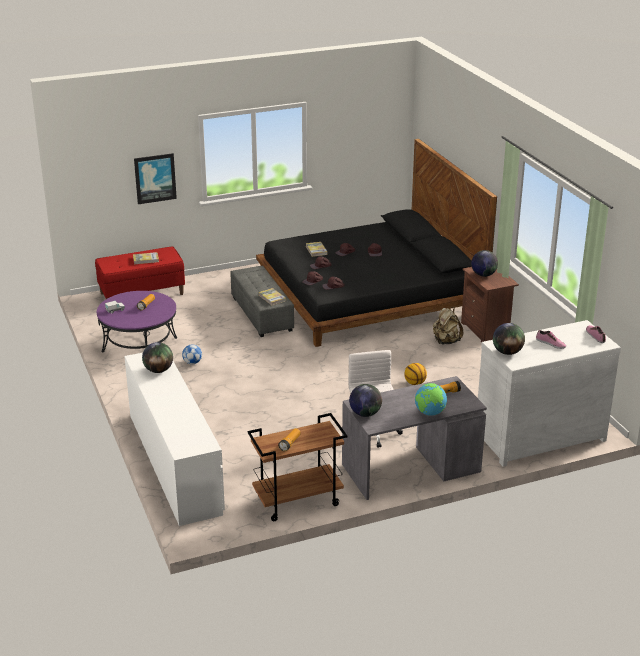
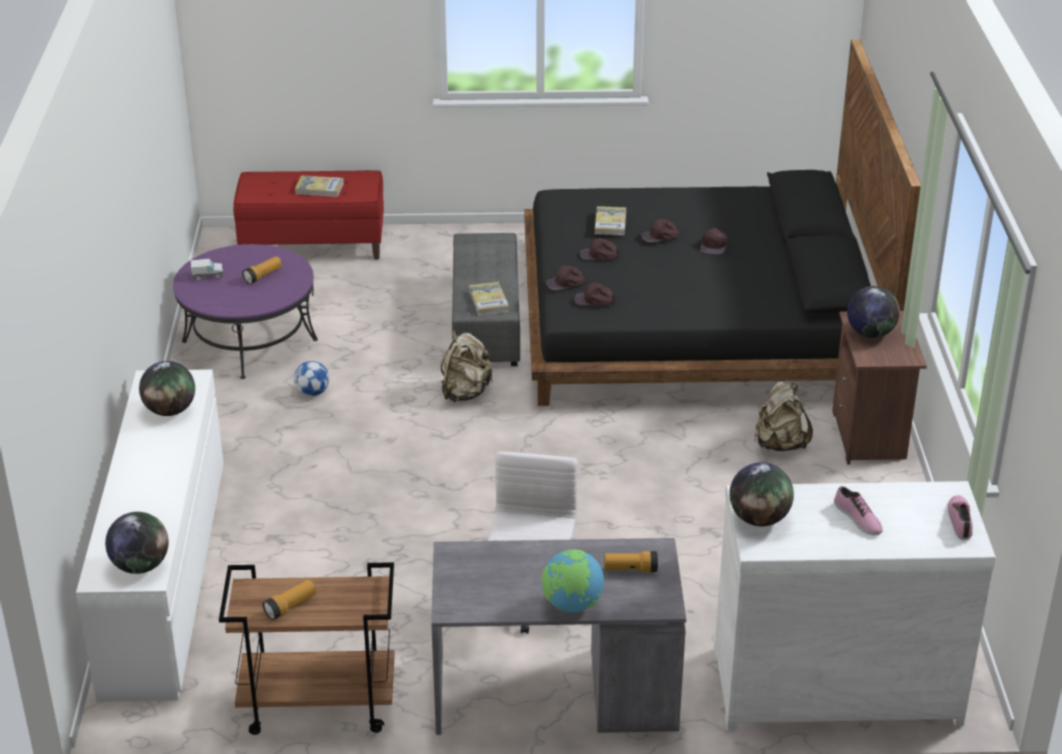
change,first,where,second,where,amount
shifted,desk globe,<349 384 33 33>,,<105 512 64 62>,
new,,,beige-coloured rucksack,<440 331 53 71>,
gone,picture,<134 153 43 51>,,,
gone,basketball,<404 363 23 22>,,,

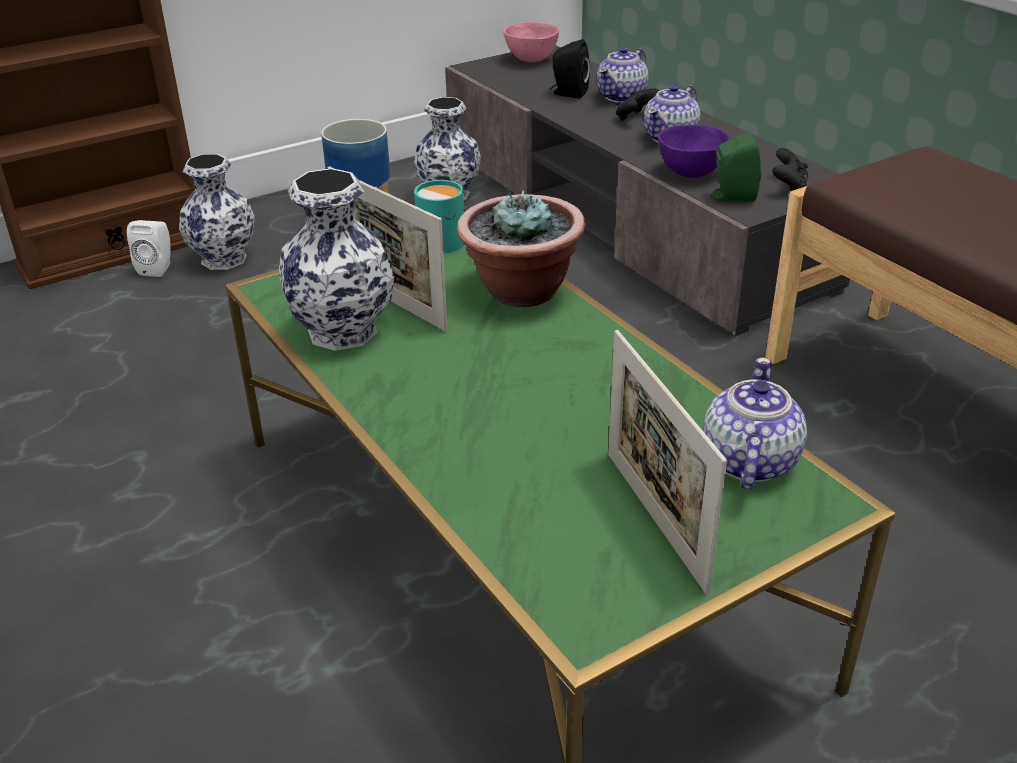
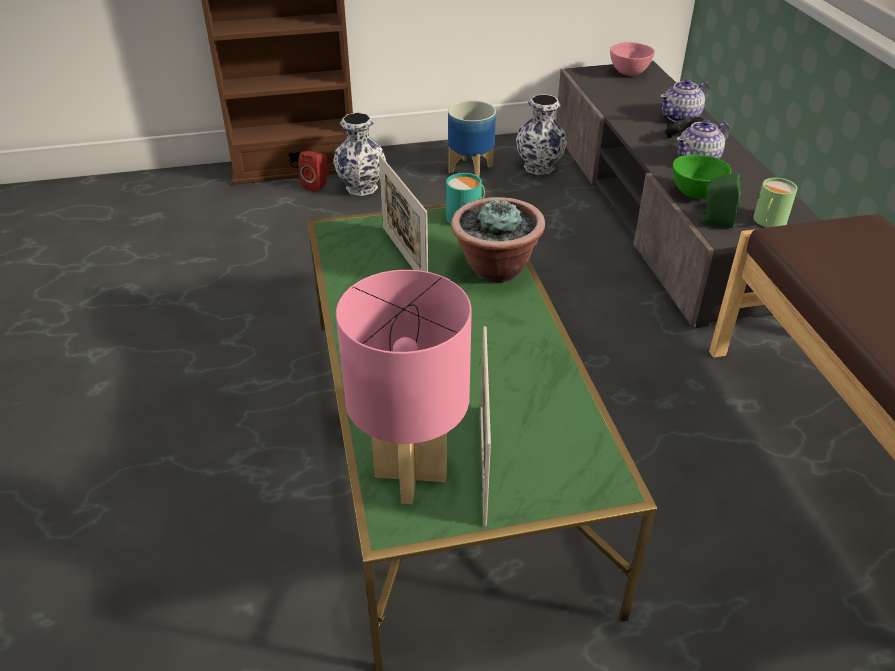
change,first,where,second,where,amount
repainted,white-coloured audio speaker,<127 220 44 57>,red audio speaker,<298 151 30 41>,
new,,,pink tabletop lamp,<336 270 136 234>,
repainted,purple-coloured bowl,<658 125 73 53>,green bowl,<673 154 58 45>,
swapped,black game controller,<772 148 36 43>,green tea mug,<753 178 44 50>,
gone,decorative vase,<278 168 116 183>,,,
gone,black audio speaker,<550 39 40 60>,,,
gone,tea pot,<703 357 104 132>,,,

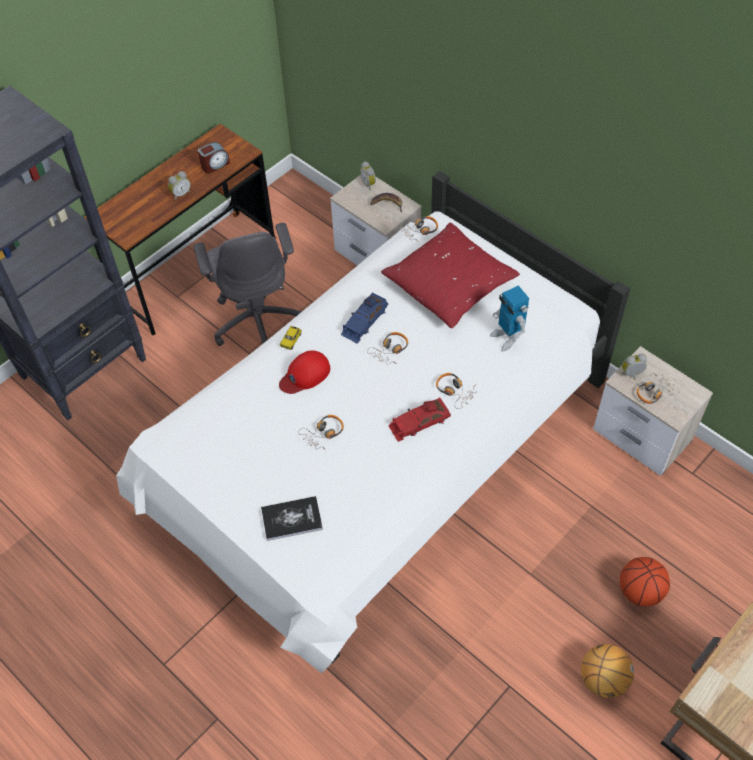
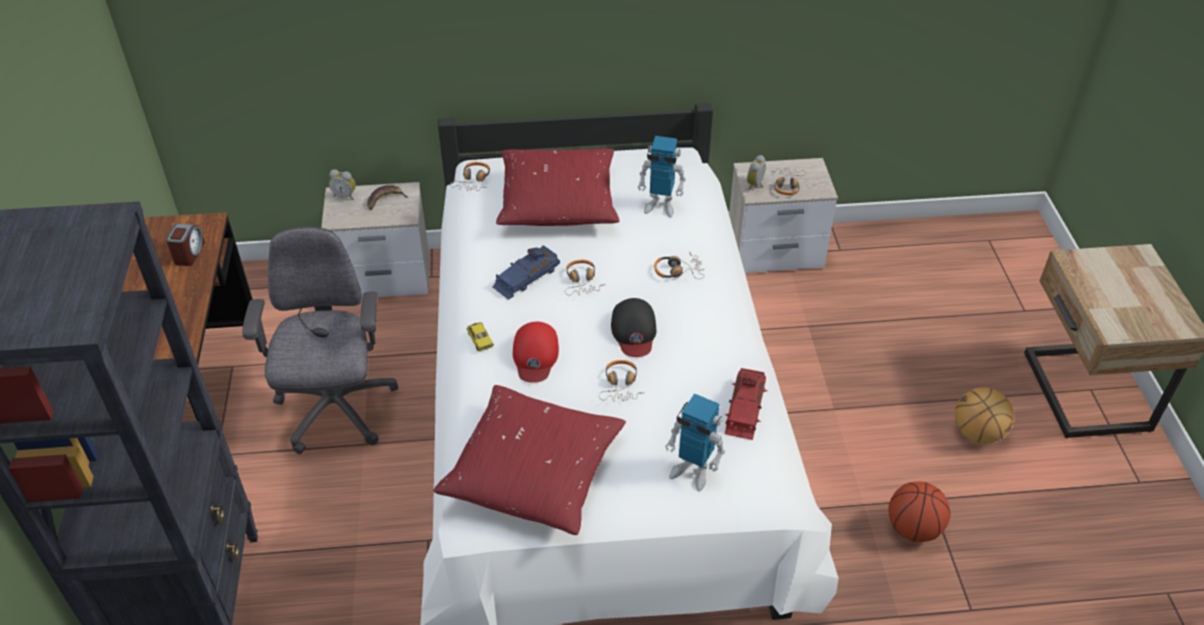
change,first,where,second,where,amount
rotated,grey office chair,<193 223 109 123>,,<242 227 156 227>,120 degrees counterclockwise
new,,,red cushion,<433 385 193 150>,
rotated,bluish miniature car,<341 293 47 50>,,<493 245 67 55>,60 degrees clockwise
new,,,black baseball cap,<611 298 45 59>,
swapped,volume,<261 496 62 45>,model robot,<665 393 60 99>,
shifted,red miniature car,<388 397 63 45>,,<725 368 42 72>,
shifted,basketball,<620 557 50 50>,,<888 482 63 60>,
gone,alarm clock,<168 171 22 29>,,,

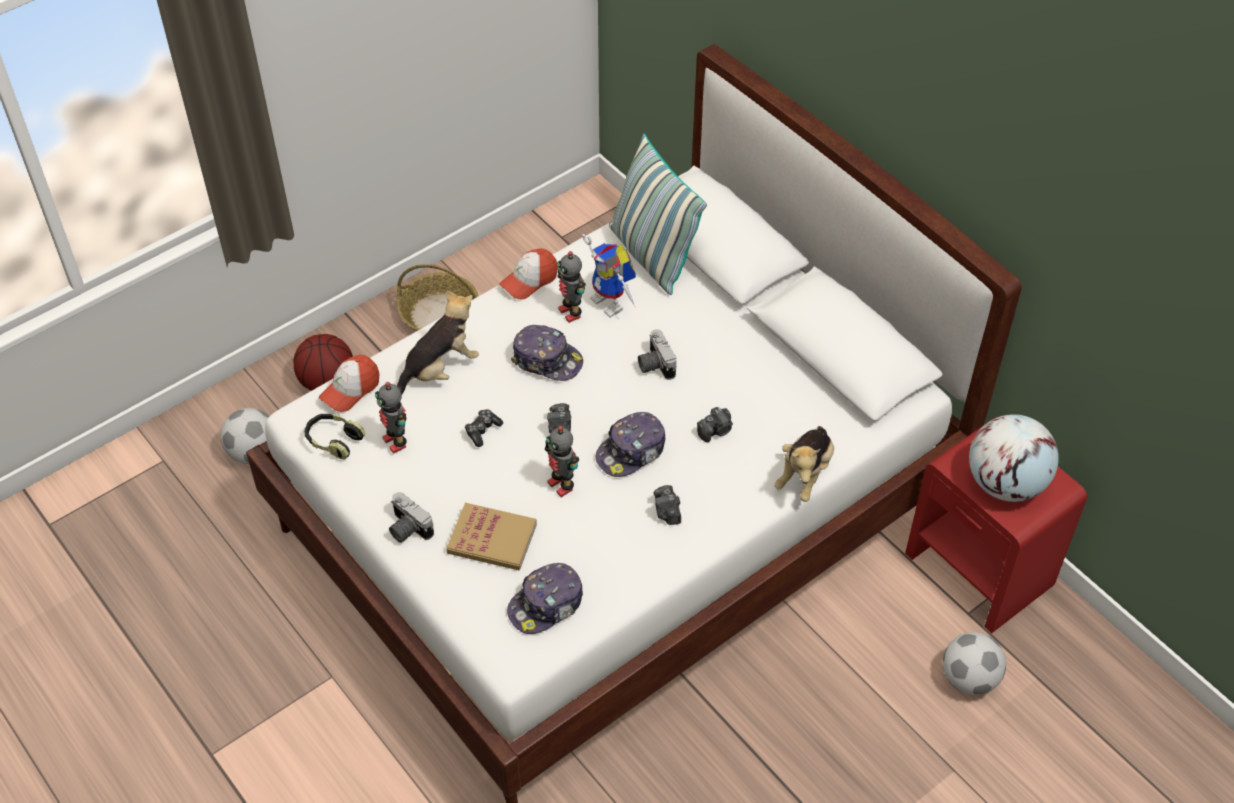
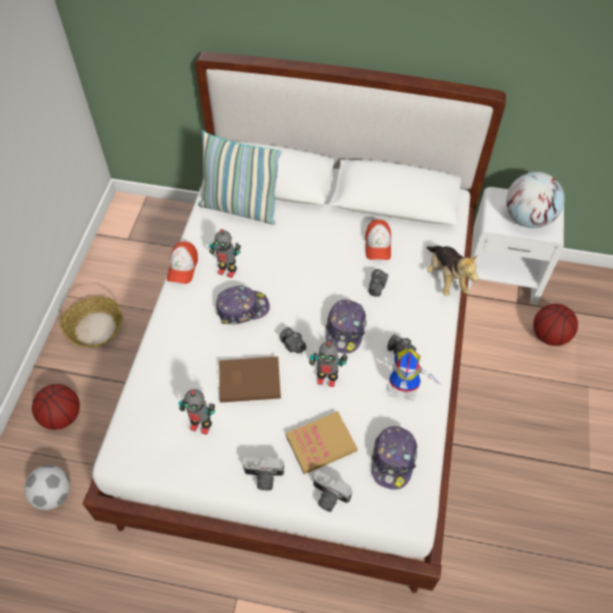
change,first,where,second,where,amount
swapped,game controller,<465 409 38 38>,brownish volume,<219 356 62 47>,
shifted,still camera,<638 329 39 51>,,<311 470 41 42>,
shifted,baseball cap,<319 355 60 57>,,<365 220 26 40>,
shifted,model robot,<582 234 54 83>,,<376 347 67 54>,
repainted,red nightstand,<905 417 182 216>,white-coloured nightstand,<468 187 96 118>,
swapped,football ball,<943 632 63 63>,basketball,<533 304 45 42>,
gone,headset,<304 414 62 46>,,,
gone,soft toy,<397 290 82 104>,,,

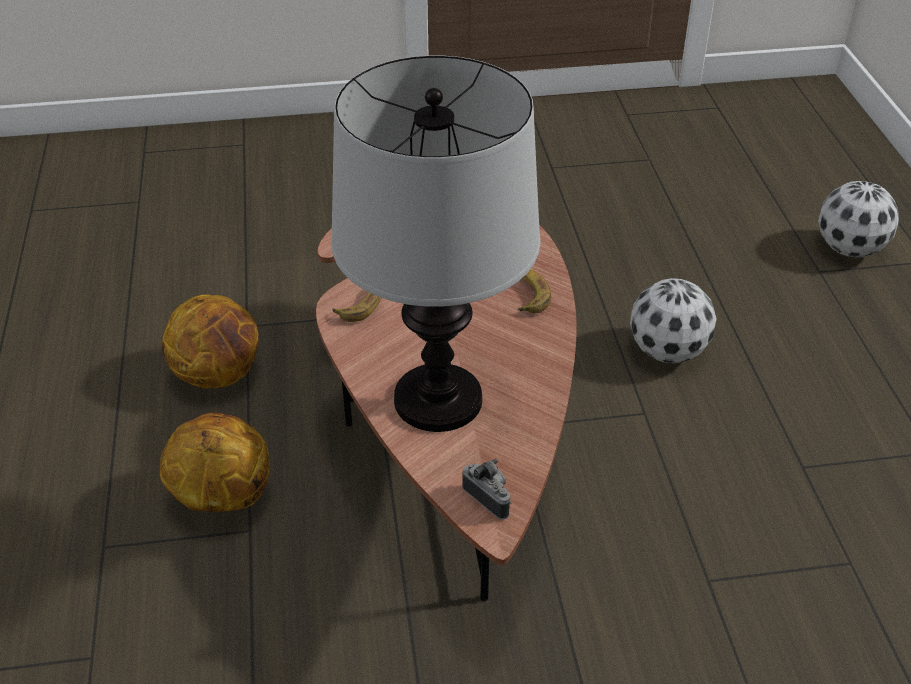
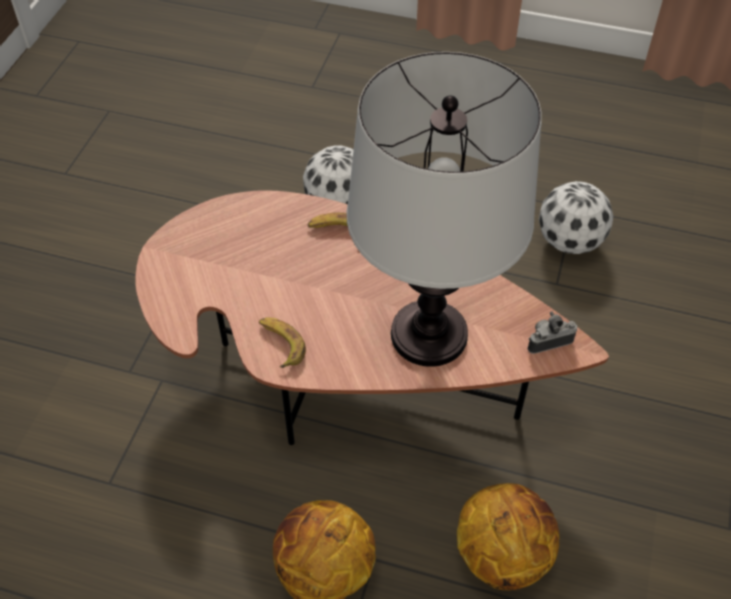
change,first,where,second,where,amount
shifted,basketball,<162 294 97 95>,,<457 483 103 107>,
shifted,football ball,<818 181 81 77>,,<539 181 75 73>,

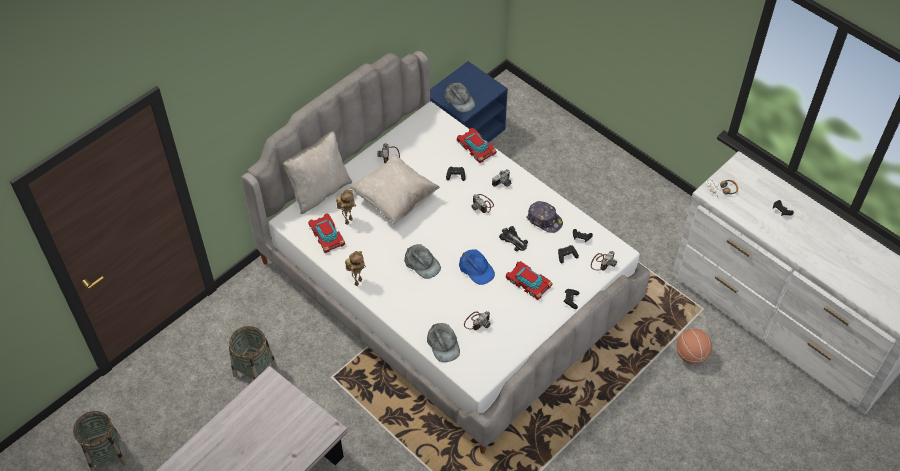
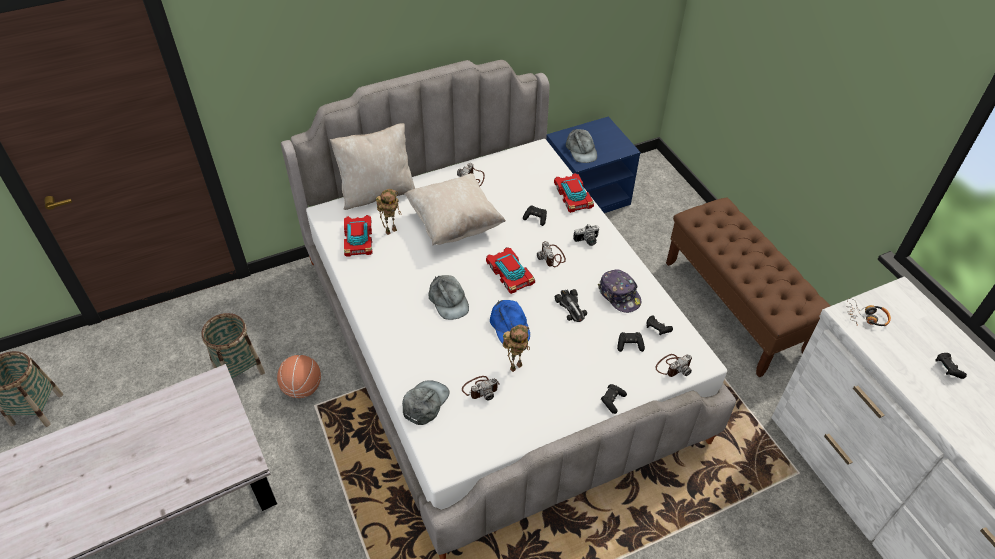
change,first,where,second,where,amount
shifted,basketball,<676 329 36 35>,,<277 355 44 43>,
rotated,grey baseball cap,<427 323 33 39>,,<402 380 48 45>,150 degrees counterclockwise
shifted,miniature car,<506 261 47 39>,,<486 247 49 47>,
shifted,model robot,<345 251 21 35>,,<503 324 27 48>,
new,,,brownish bench,<666 197 164 180>,

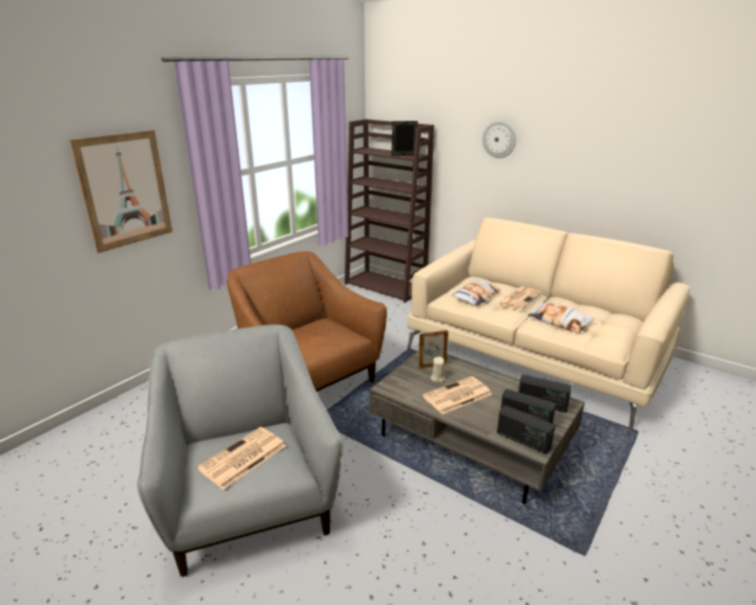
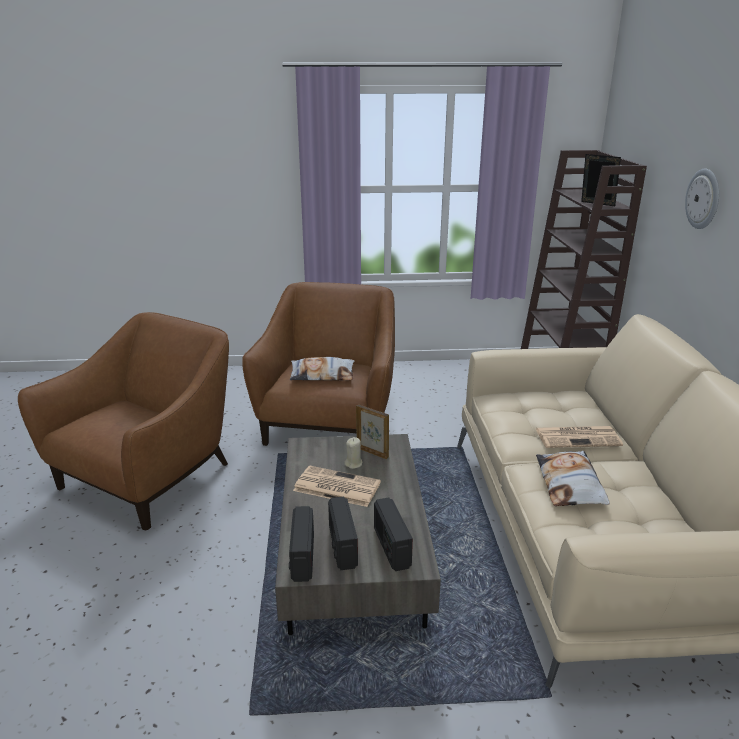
change,first,where,second,where,amount
repainted,grey lounge chair,<137 324 206 253>,brownish lounge chair,<18 312 211 218>,
shifted,cushion,<452 280 48 26>,,<290 357 65 24>,
gone,picture,<69 130 104 123>,,,
gone,printed paper,<197 427 89 62>,,,

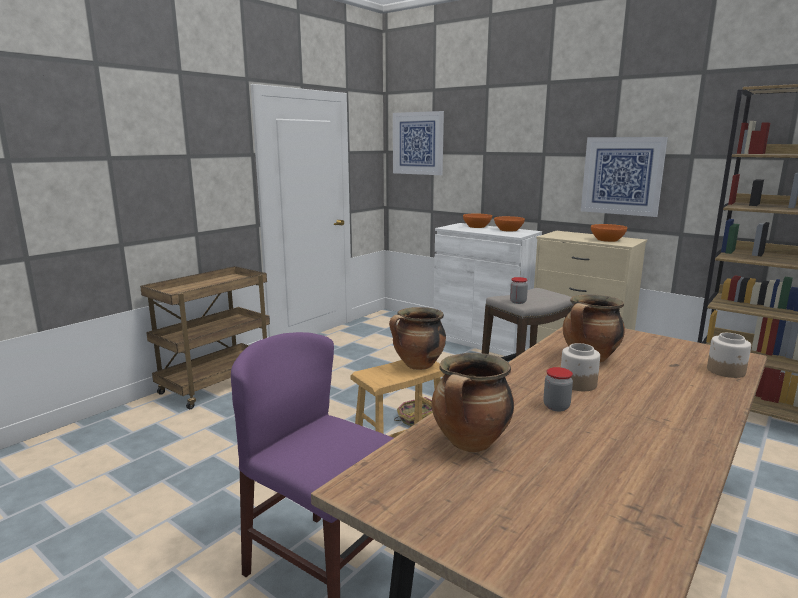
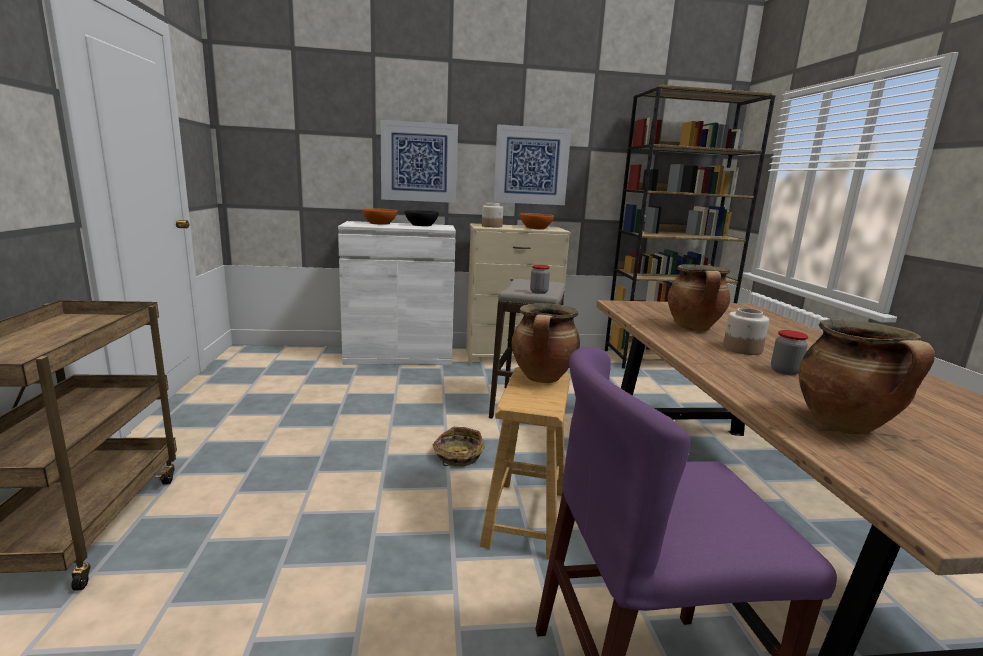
change,first,where,second,where,amount
shifted,picture,<393 111 51 64>,,<381 120 77 83>,
repainted,orange-coloured bowl,<494 216 31 16>,black bowl,<405 210 34 16>,
shifted,storage jar,<707 333 44 45>,,<482 203 21 24>,

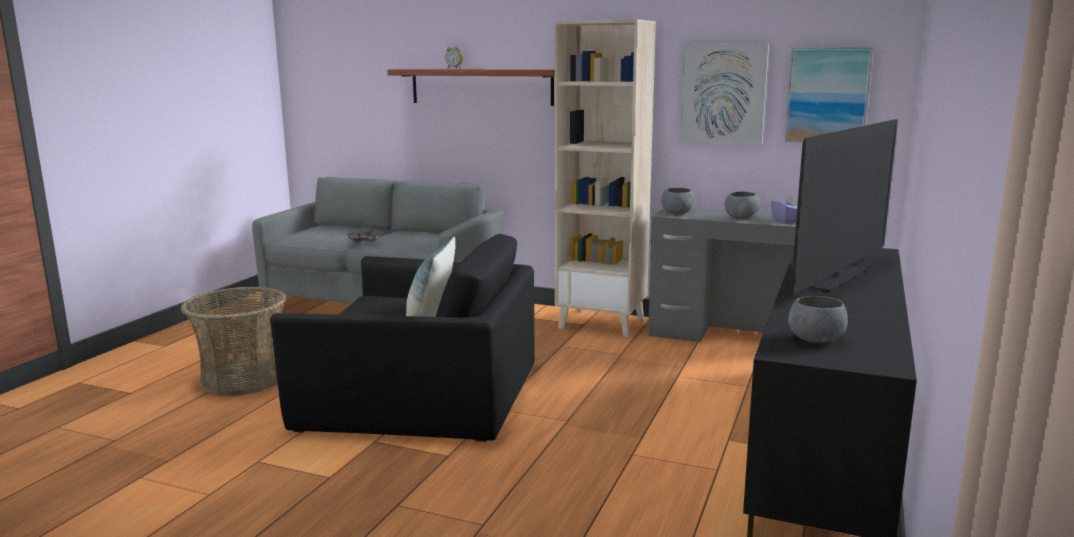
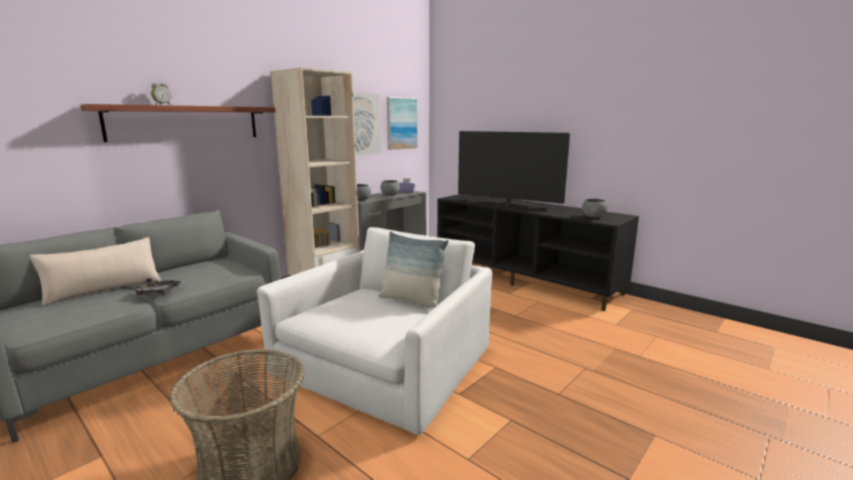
change,first,where,second,where,amount
new,,,beige-coloured cushion,<30 237 131 69>,
repainted,black lounge chair,<270 234 265 208>,white-coloured lounge chair,<257 227 235 208>,
rotated,television,<791 119 107 176>,,<458 131 112 75>,150 degrees clockwise

